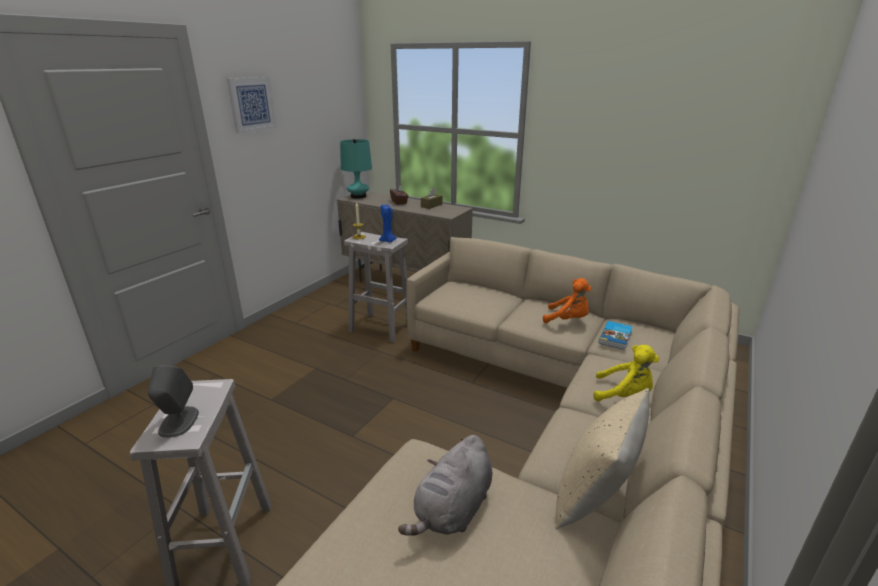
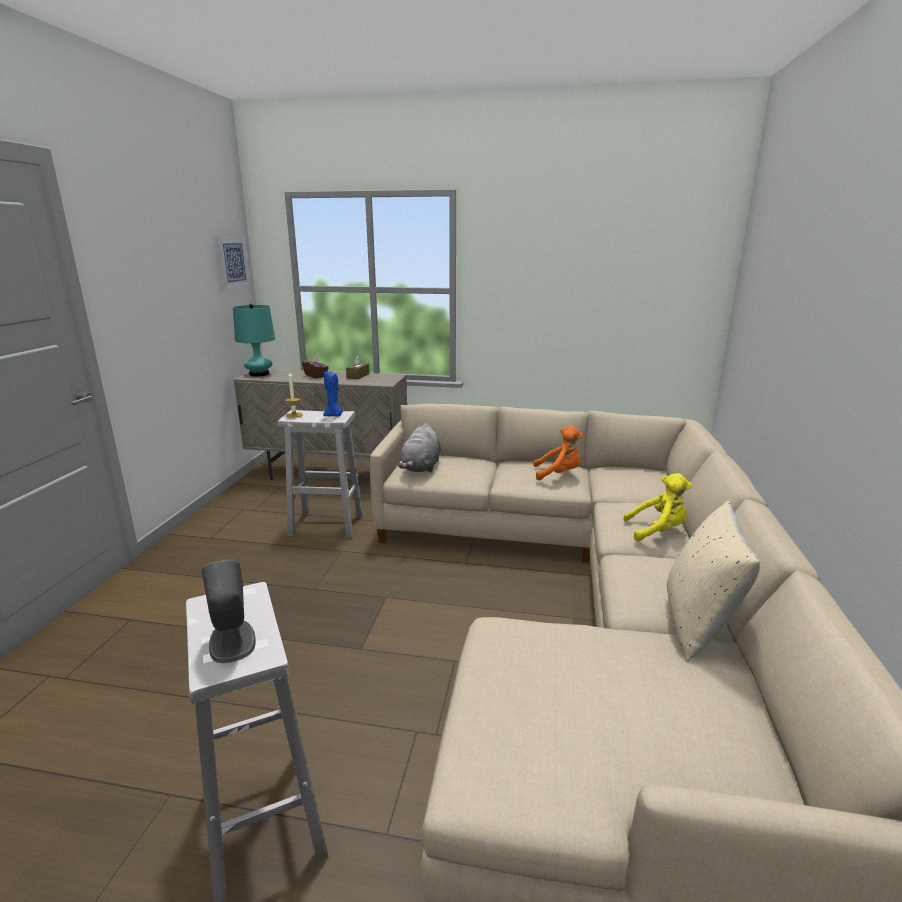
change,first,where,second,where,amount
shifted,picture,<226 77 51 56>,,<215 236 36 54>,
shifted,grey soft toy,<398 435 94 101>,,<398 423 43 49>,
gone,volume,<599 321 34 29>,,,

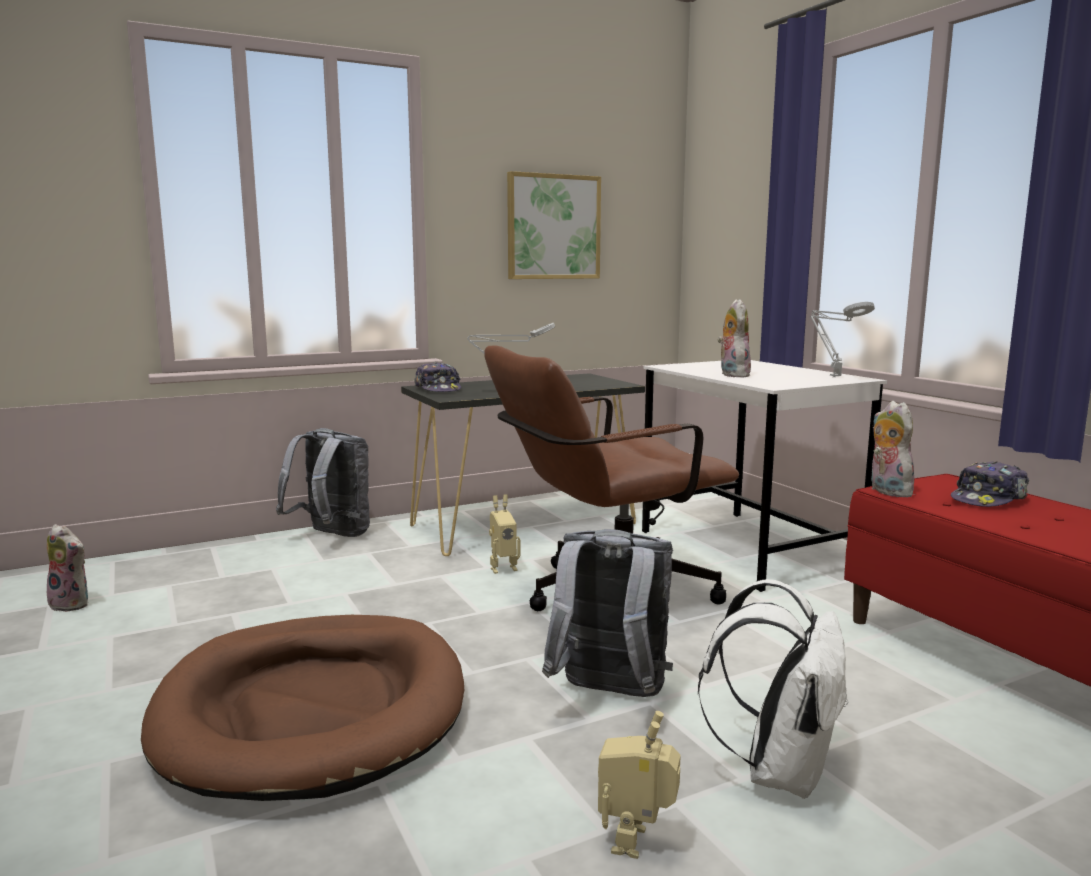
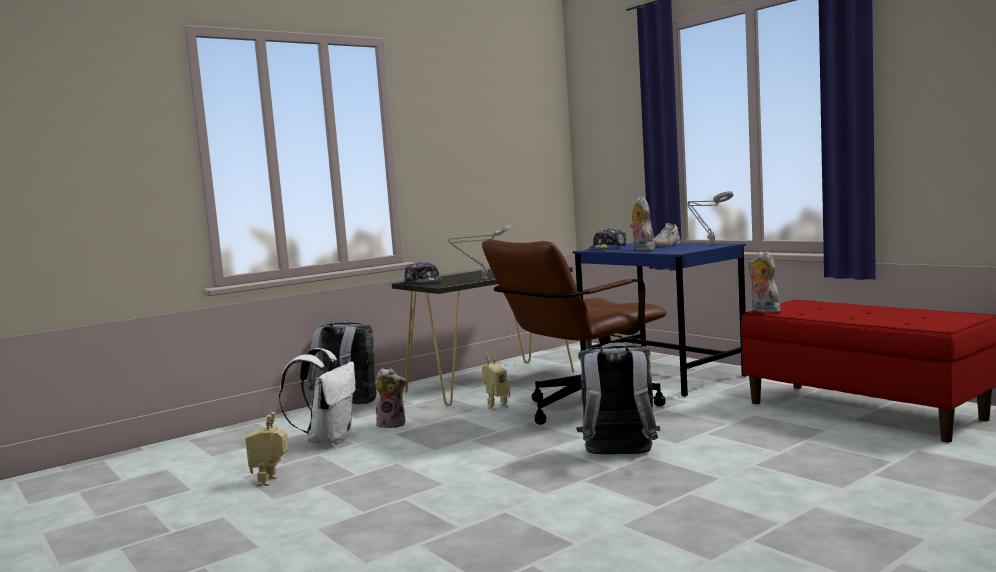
change,first,where,second,where,amount
shifted,model robot,<598 711 83 148>,,<245 412 44 74>,
shifted,white-coloured rucksack,<698 579 151 220>,,<279 348 76 98>,
shifted,soft toy,<47 524 41 88>,,<375 368 32 60>,
repainted,white-coloured desk,<642 360 245 232>,bluish desk,<573 243 173 154>,
shifted,baseball cap,<951 461 78 46>,,<589 228 37 22>,
new,,,white-coloured low shoe,<654 223 27 23>,
gone,brownish dog cushion,<141 615 323 186>,,,
gone,picture,<507 171 94 108>,,,

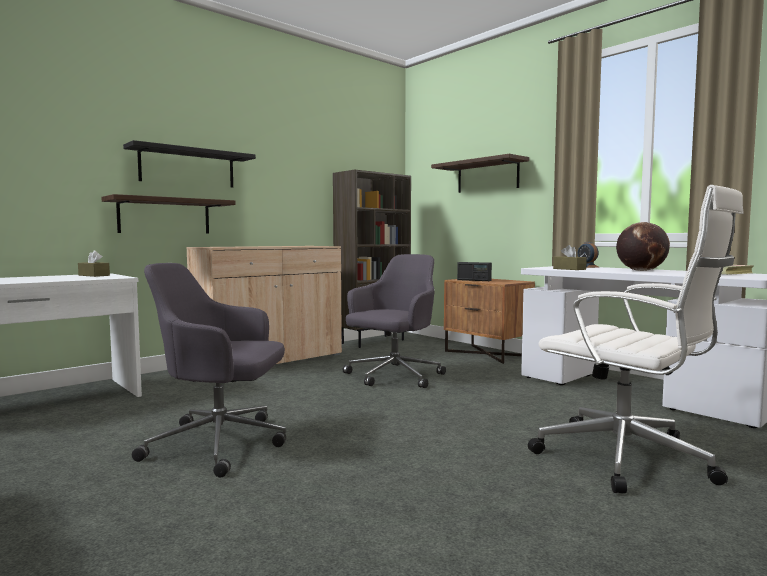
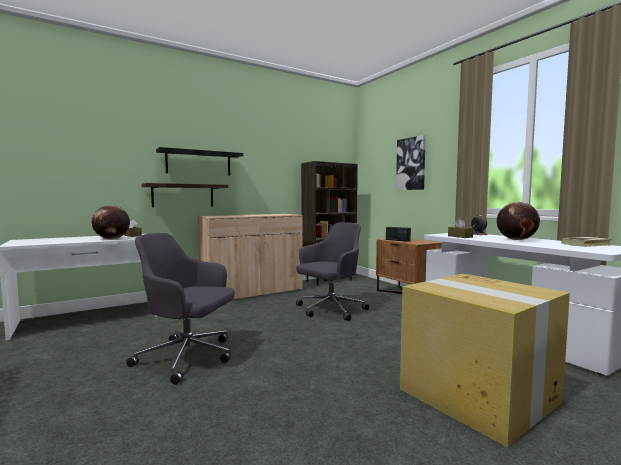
change,first,where,second,where,amount
new,,,desk globe,<92 205 38 34>,
swapped,wall shelf,<431 154 98 39>,picture,<396 135 30 55>,
swapped,white-coloured office chair,<528 185 216 309>,carton,<400 274 170 173>,

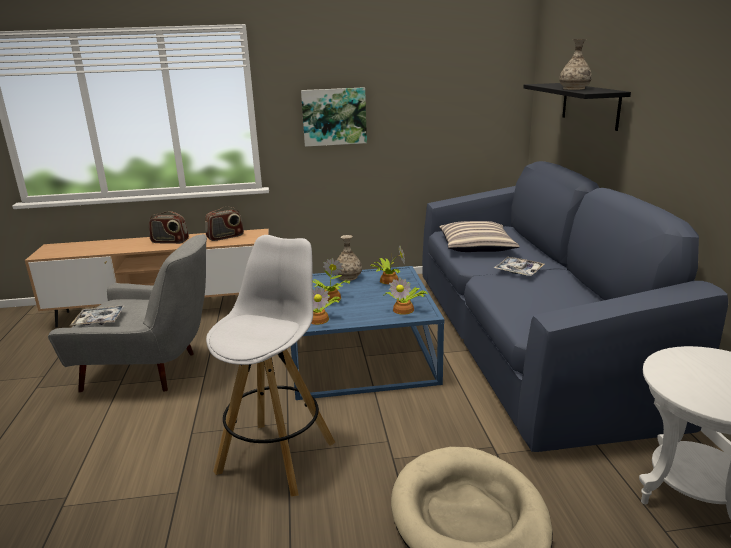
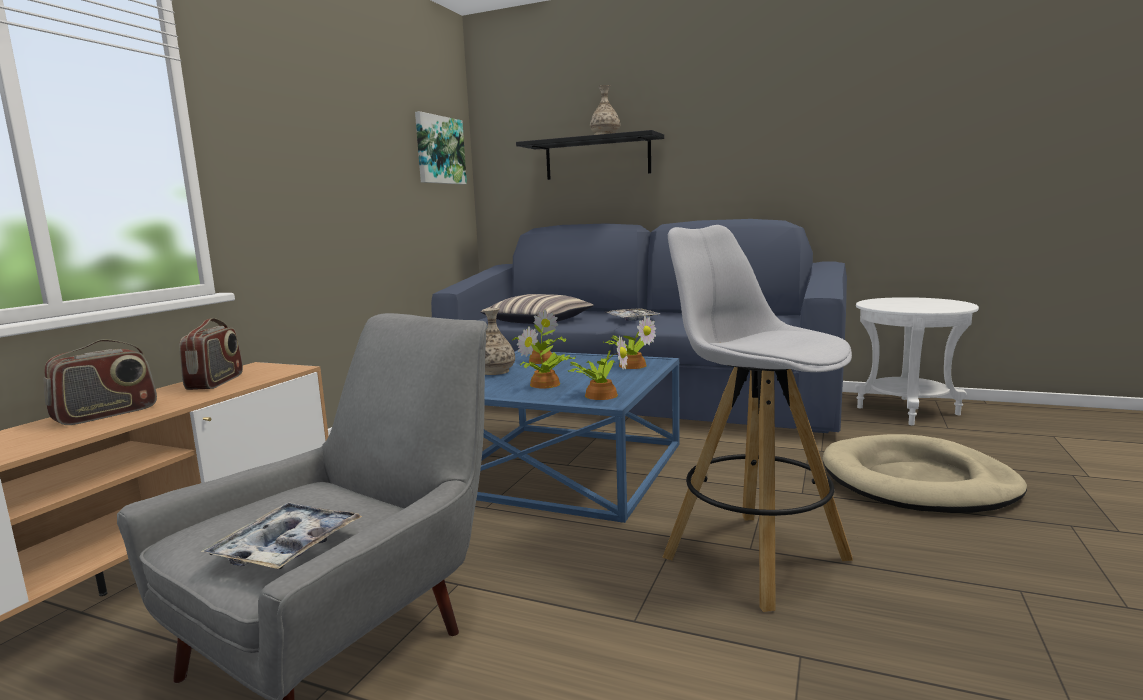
change,first,where,second,where,amount
shifted,picture,<301 87 66 60>,,<415 111 52 73>,

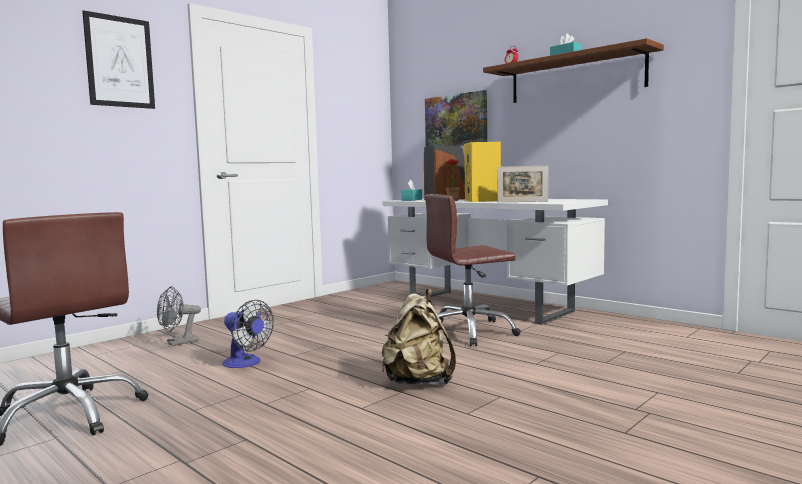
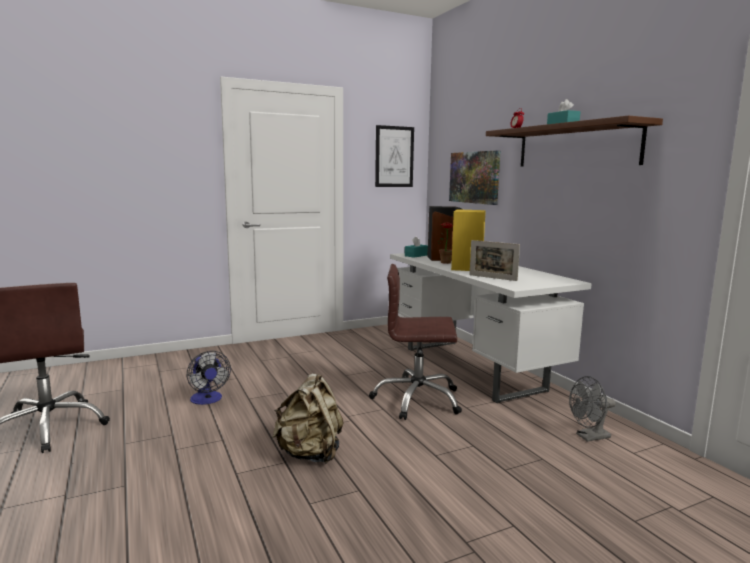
change,first,where,second,where,amount
shifted,picture,<82 10 73 99>,,<375 125 39 62>,
shifted,grey electric fan,<157 286 44 60>,,<569 376 47 66>,

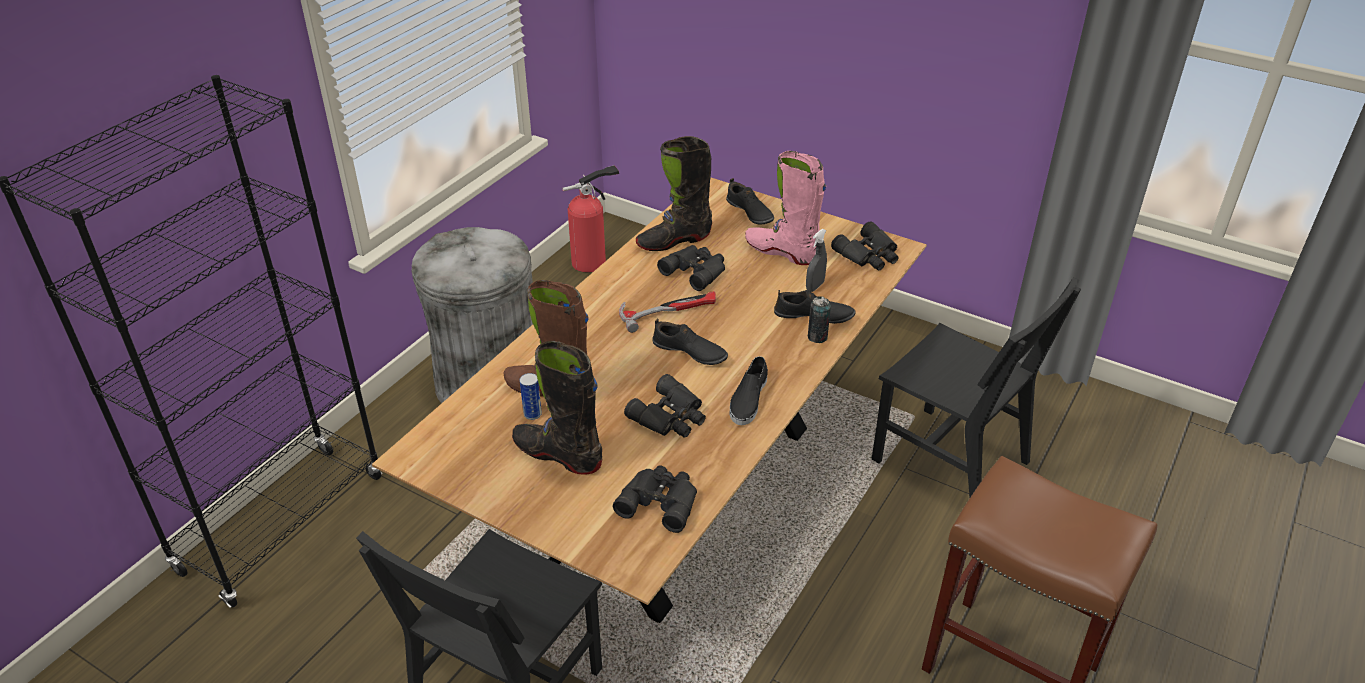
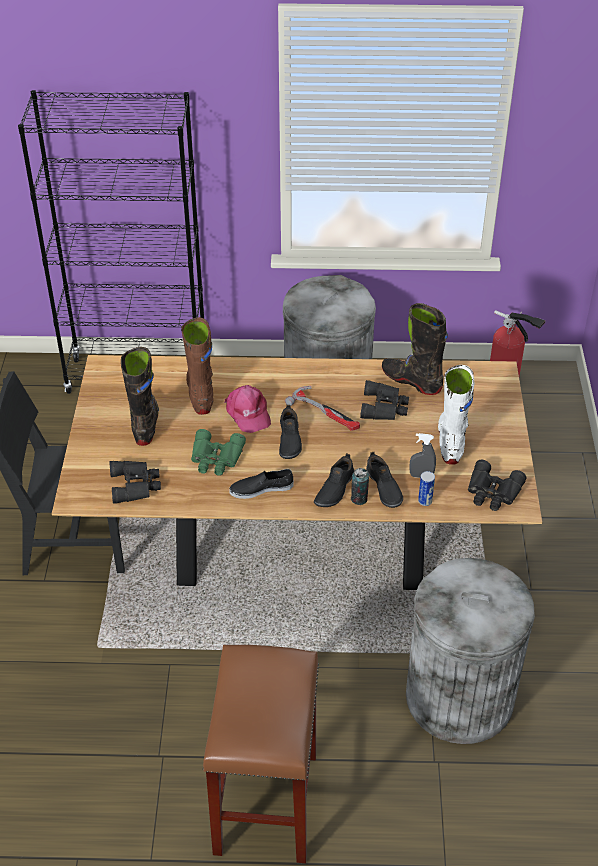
change,first,where,second,where,amount
repainted,black field glasses,<624 374 82 63>,green field glasses,<191 429 55 47>,
new,,,pink baseball cap,<225 385 46 48>,
shifted,black low shoe,<726 178 48 46>,,<314 453 41 54>,
swapped,black plain chair,<872 277 209 221>,grey rubbish bin,<406 558 129 186>,
shifted,can,<520 373 22 47>,,<418 471 17 35>,
repainted,pink boot,<745 151 81 114>,white-coloured boot,<438 365 36 100>,

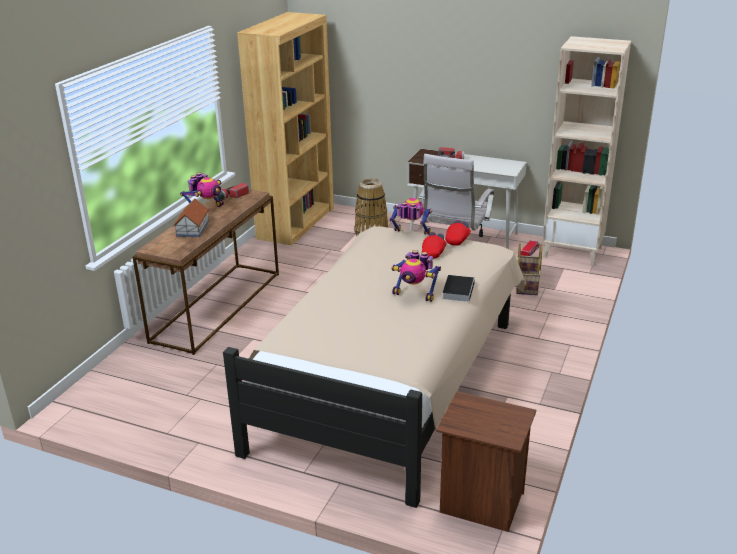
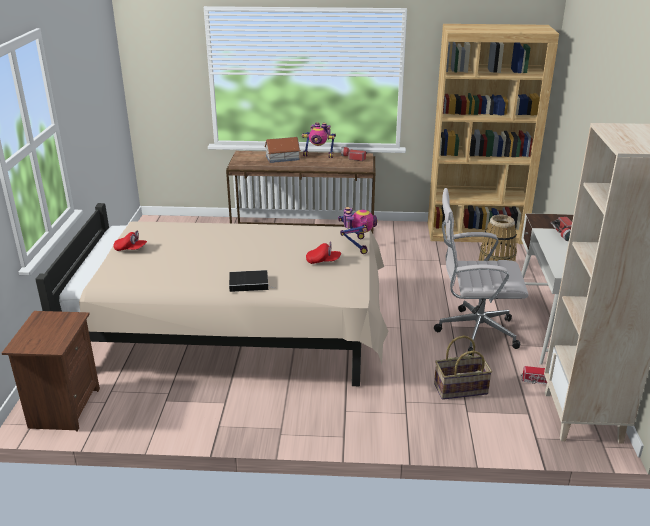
change,first,where,second,where,amount
shifted,red baseball cap,<445 220 26 26>,,<113 230 34 21>,
gone,model robot,<391 250 50 52>,,,

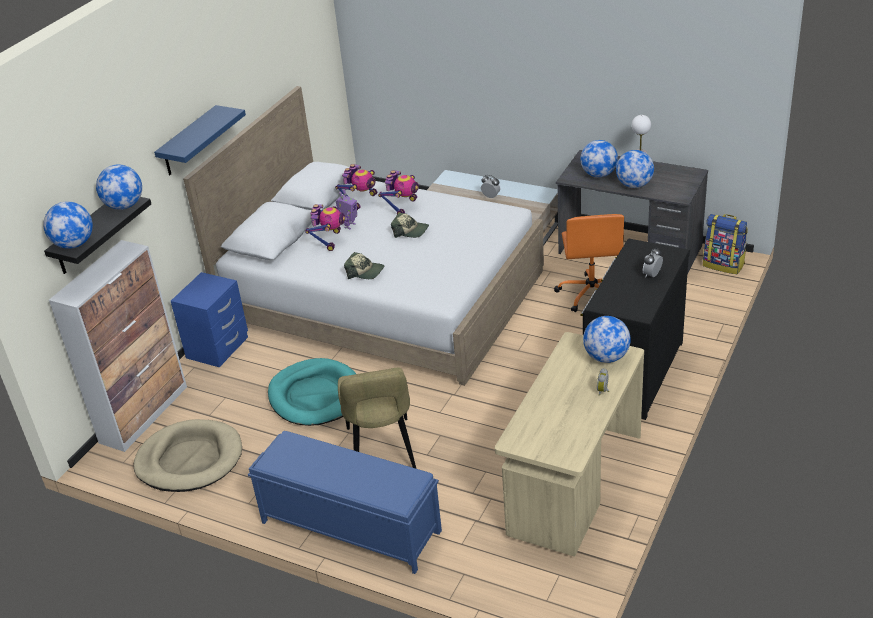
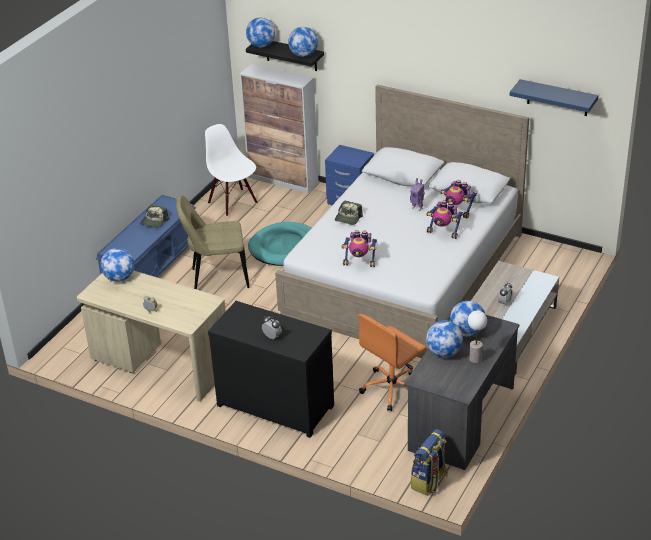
change,first,where,second,where,amount
shifted,desk globe,<583 316 48 47>,,<100 248 35 34>,
shifted,baseball cap,<391 213 38 25>,,<140 204 29 24>,
swapped,beige-coloured dog cushion,<133 419 109 73>,white-coloured plain chair,<205 124 53 92>,
shifted,model robot,<305 204 40 47>,,<341 230 36 37>,
rotated,orange-coloured office chair,<554 214 70 98>,,<358 314 68 97>,45 degrees counterclockwise
shifted,bluish wall shelf,<154 105 92 70>,,<509 79 89 37>,

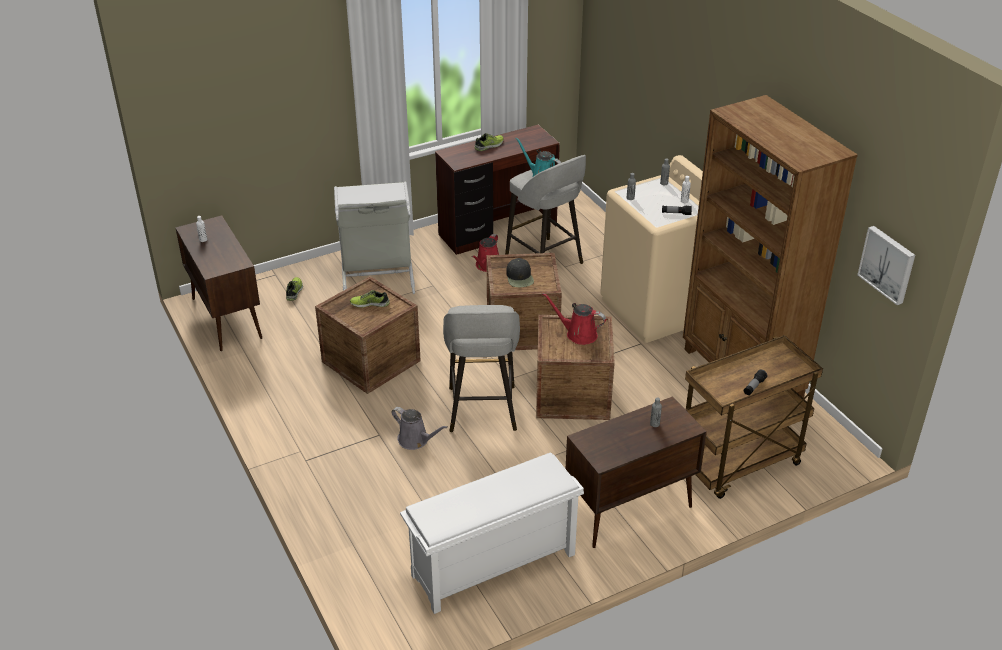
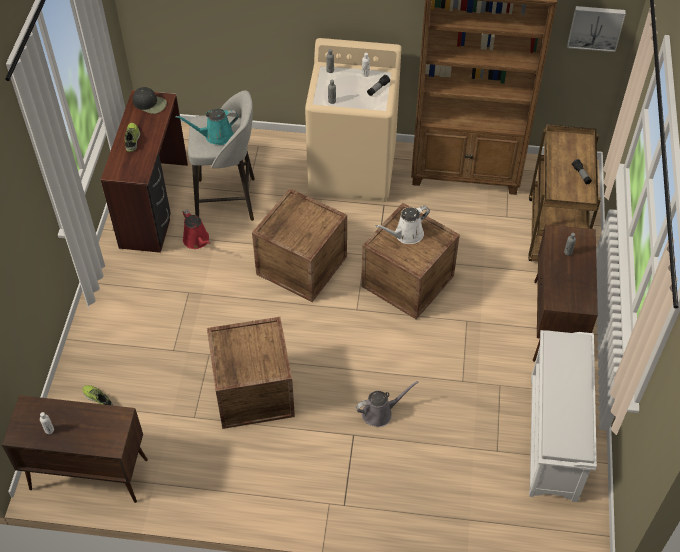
change,first,where,second,where,amount
shifted,black baseball cap,<506 258 28 29>,,<132 87 35 27>,
repainted,red watering pot,<543 293 63 52>,white-coloured watering pot,<375 206 55 38>,
gone,grey hamper,<334 181 81 113>,,,
gone,low shoe,<350 290 40 18>,,,
gone,grey stool seat,<443 305 77 127>,,,

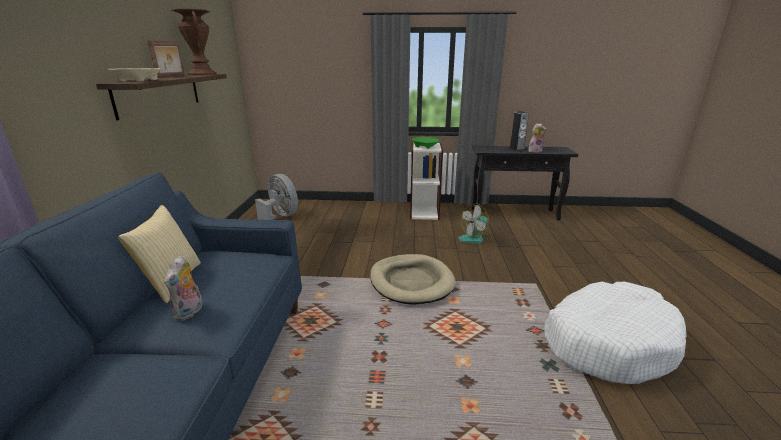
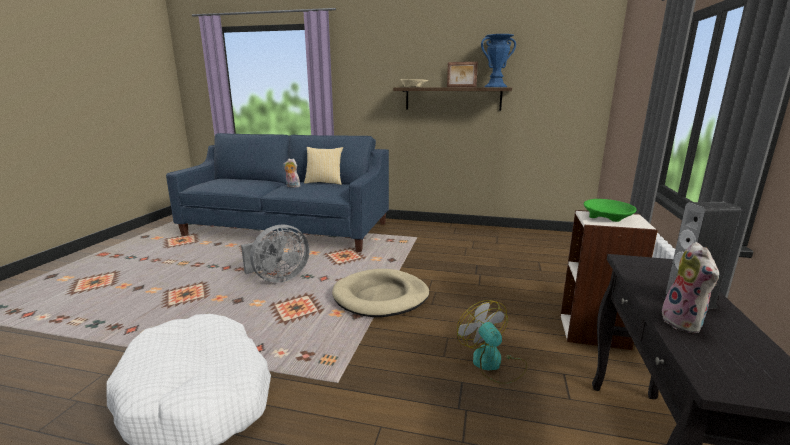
change,first,where,second,where,amount
shifted,grey electric fan,<255 174 43 46>,,<241 224 68 59>,
repainted,brownish decorative vase,<171 8 46 67>,bluish decorative vase,<481 34 35 53>,

